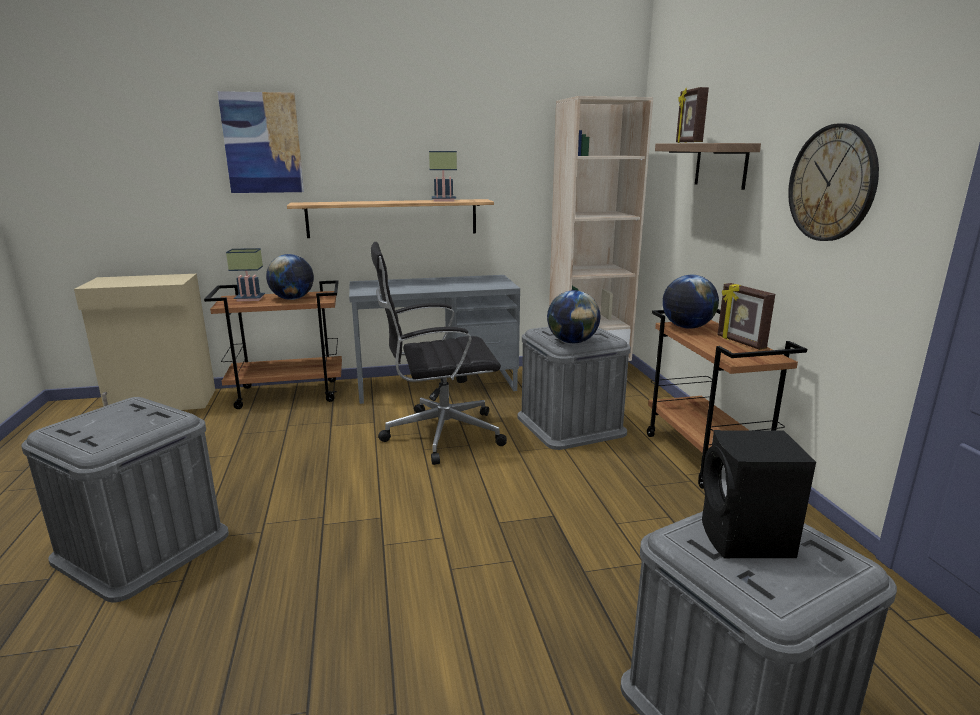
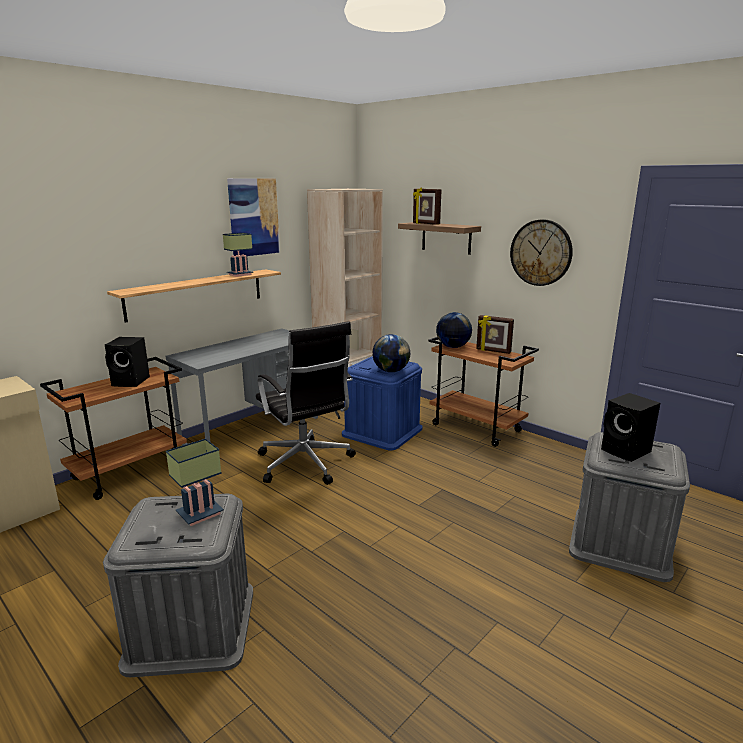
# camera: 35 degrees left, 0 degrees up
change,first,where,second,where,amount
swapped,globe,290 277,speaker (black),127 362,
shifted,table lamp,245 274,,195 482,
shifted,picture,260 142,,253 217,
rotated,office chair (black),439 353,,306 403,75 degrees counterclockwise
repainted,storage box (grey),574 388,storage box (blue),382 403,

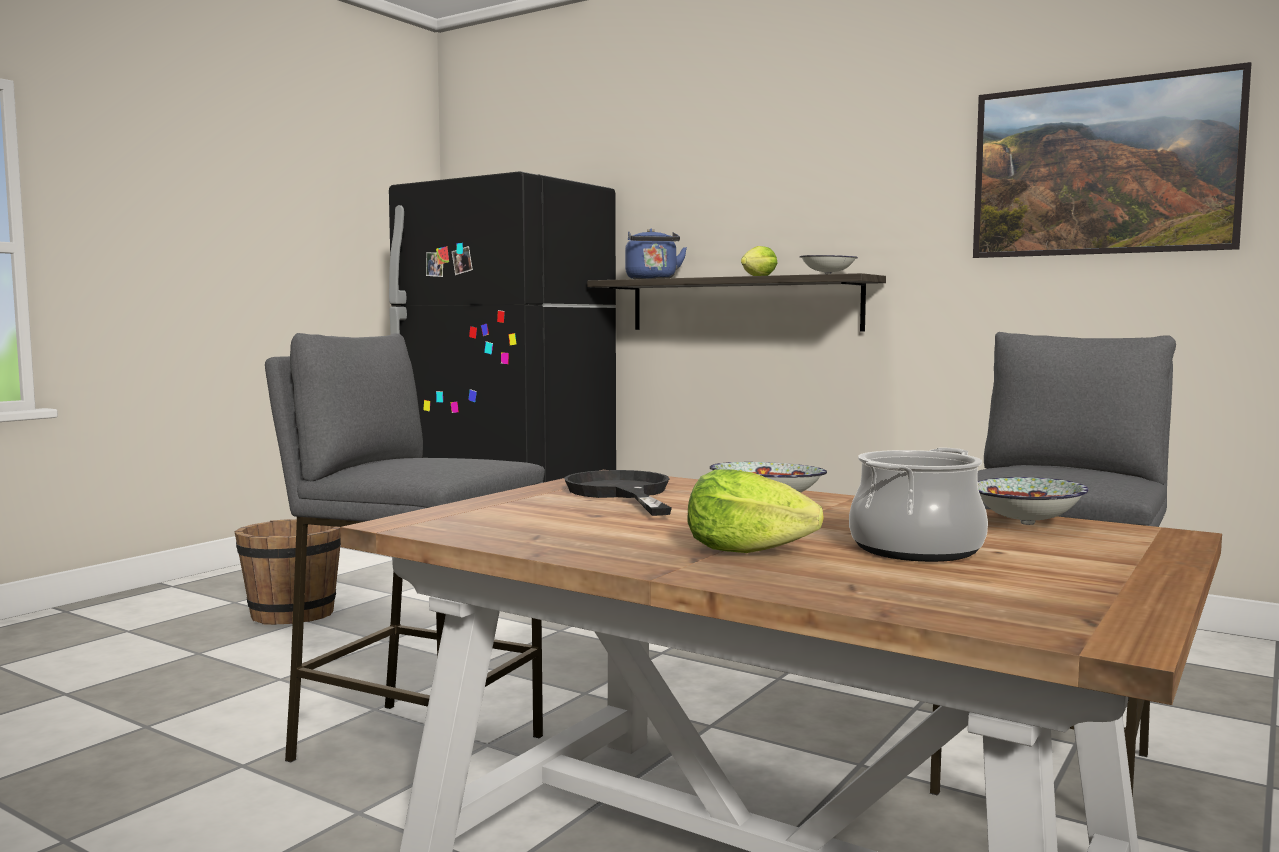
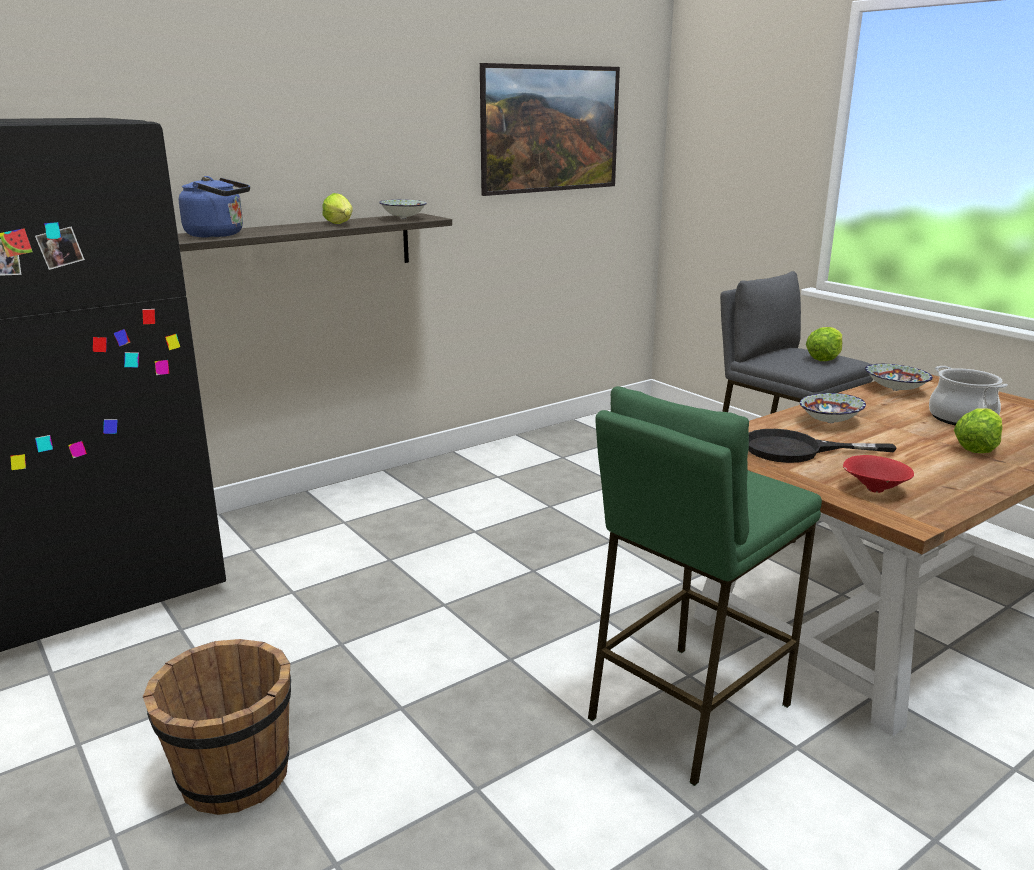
# camera: 70 degrees left, 15 degrees up
change,first,where,second,where,amount
repainted,stool (grey),405 547,stool (green),705 586,
new,,,lettuce,824 344,
new,,,bowl (red),878 474,

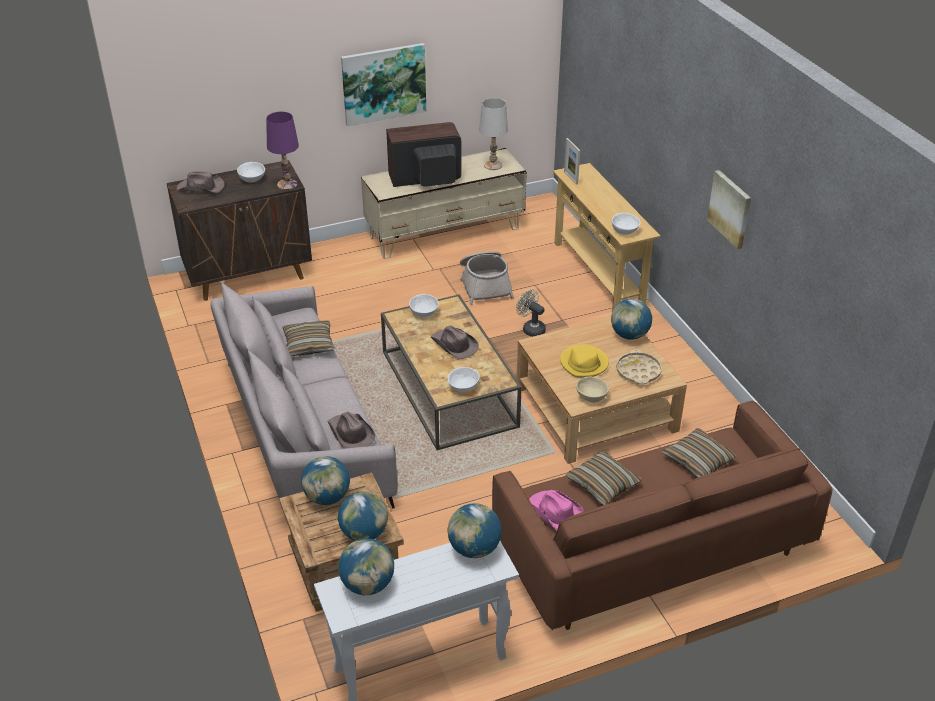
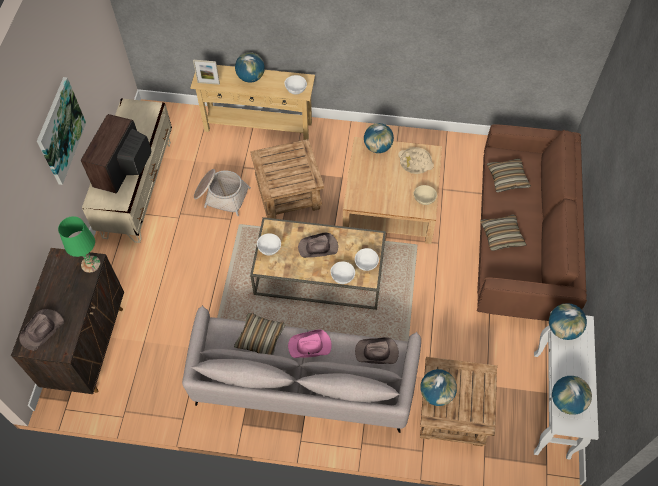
# camera: 60 degrees left, 20 degrees up
change,first,where,second,where,amount
repainted,table lamp (purple),282 151,table lamp (green),79 244,
shifted,globe,363 516,,250 67,
swapped,fan (beige),531 313,side table (brown),287 179,
shifted,hat (pink),556 510,,310 343,
shifted,bowl (white),251 172,,342 273,
gone,table lamp (white),493 134,,,
gone,hat (yellow),584 361,,,
gone,picture,729 209,,,

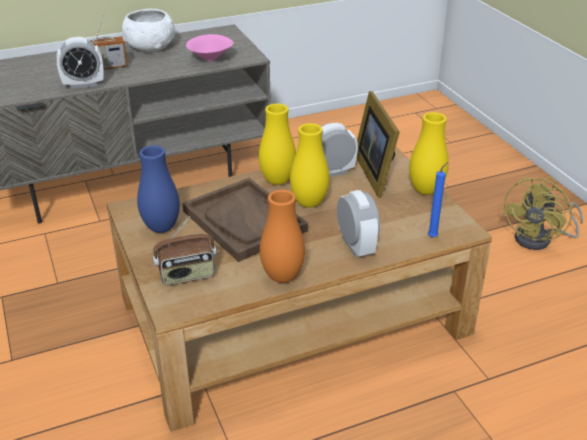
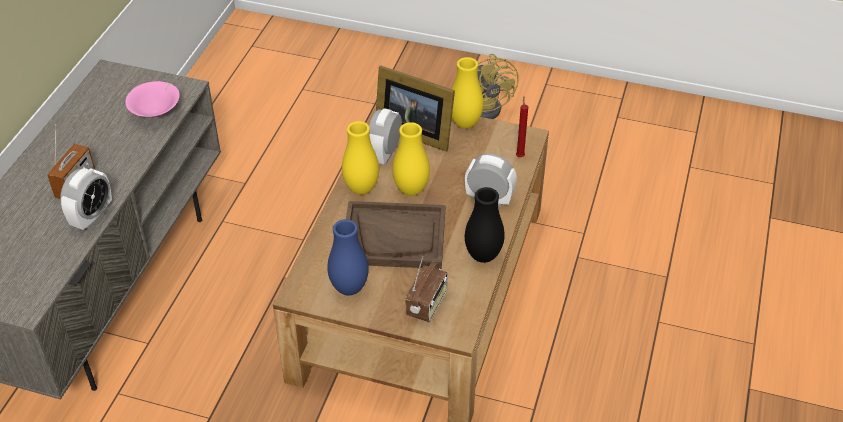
# camera: 50 degrees left, 10 degrees up
change,first,where,second,where,amount
repainted,vase (orange),282 236,vase (black),485 225,
repainted,candle (blue),438 199,candle (red),522 127,
gone,bowl (white),148 30,,,

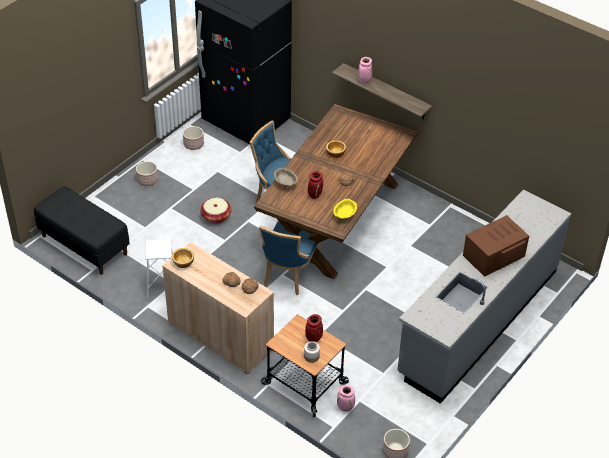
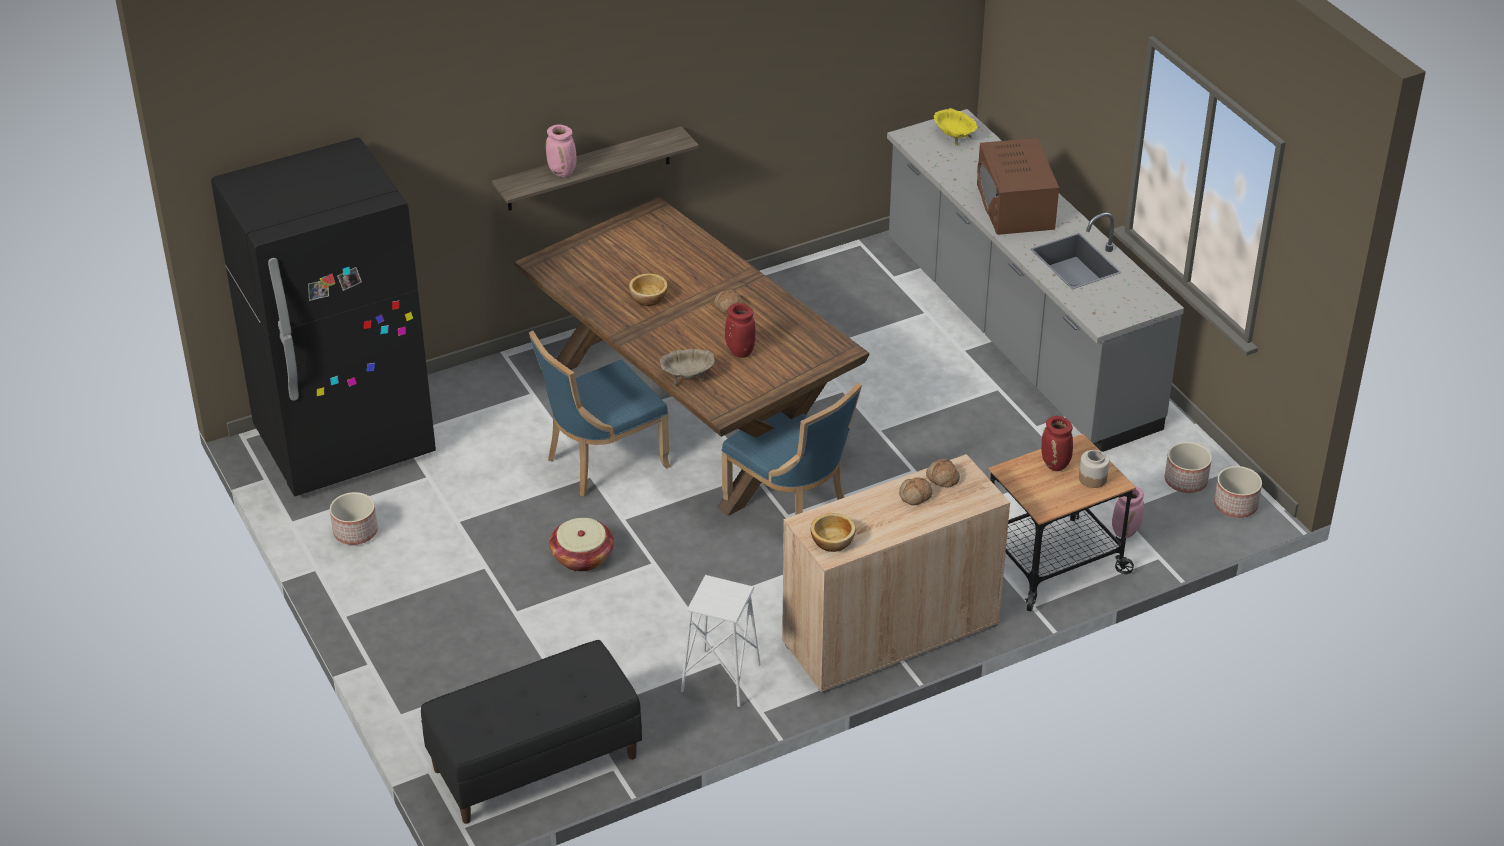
# camera: 65 degrees left, 5 degrees down
change,first,where,second,where,amount
shifted,bowl (yellow),345 210,,956 126,
shifted,planter,147 173,,1188 467,

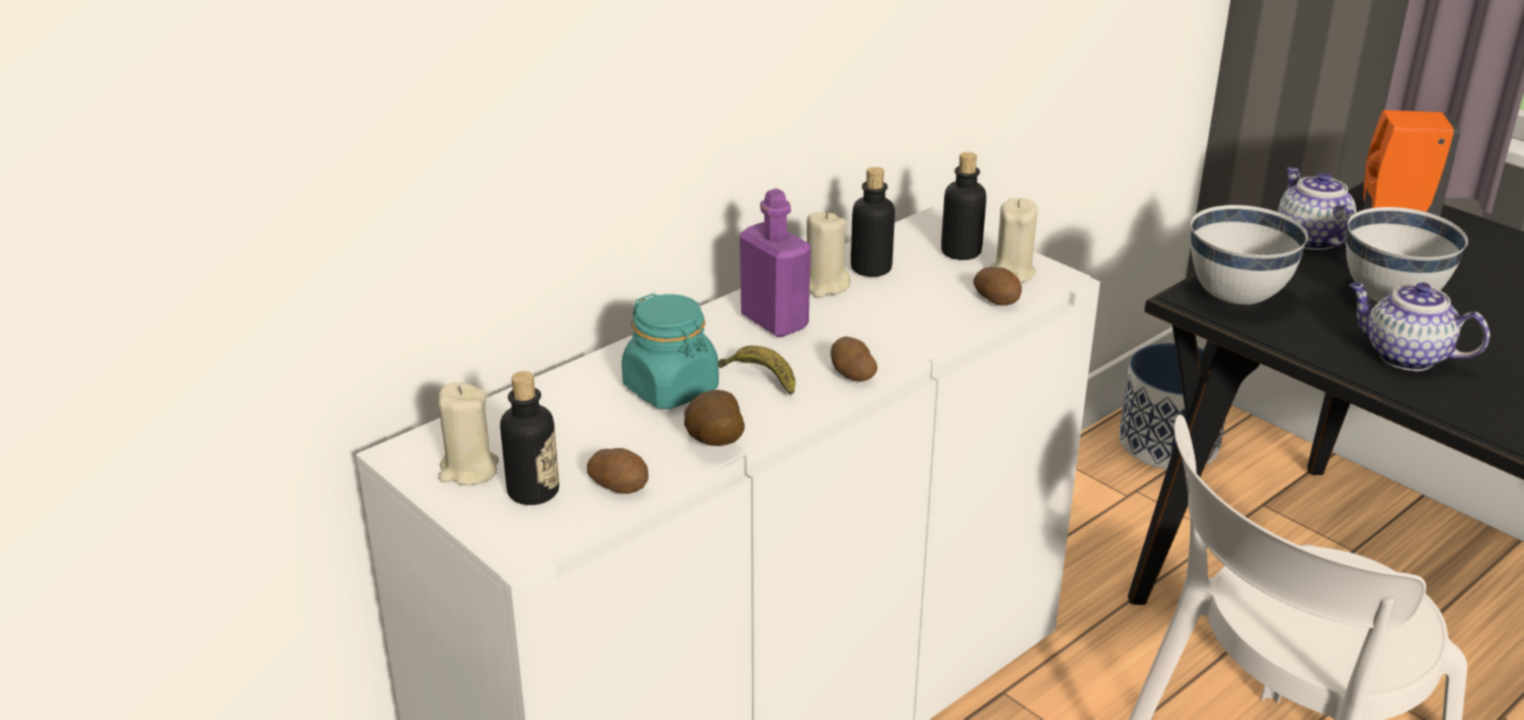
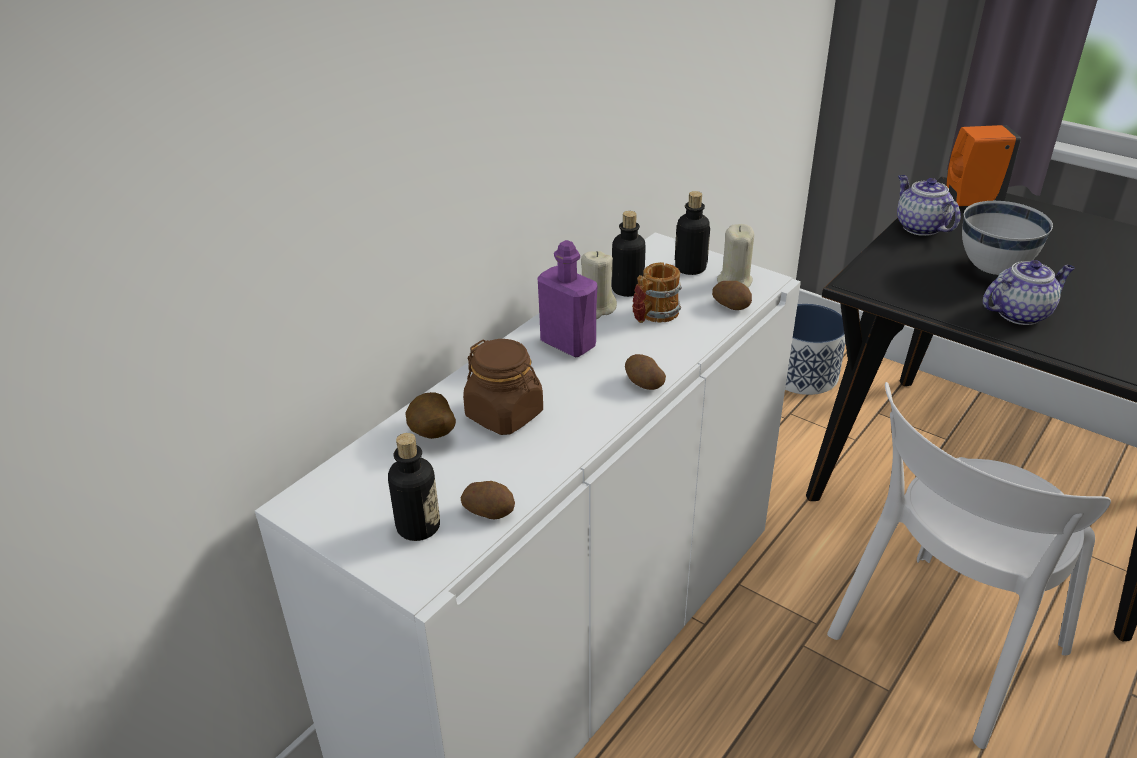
# camera: 10 degrees left, 5 degrees up
change,first,where,second,where,amount
shifted,potato,714 418,,430 415,
repainted,jar (turquoise),670 351,jar (brown),503 387,
new,,,mug,657 292,
rotated,teapot,1419 326,,1029 292,135 degrees clockwise
gone,candle (beige),468 434,,,
gone,banana,756 370,,,
gone,bowl (white),1249 255,,,

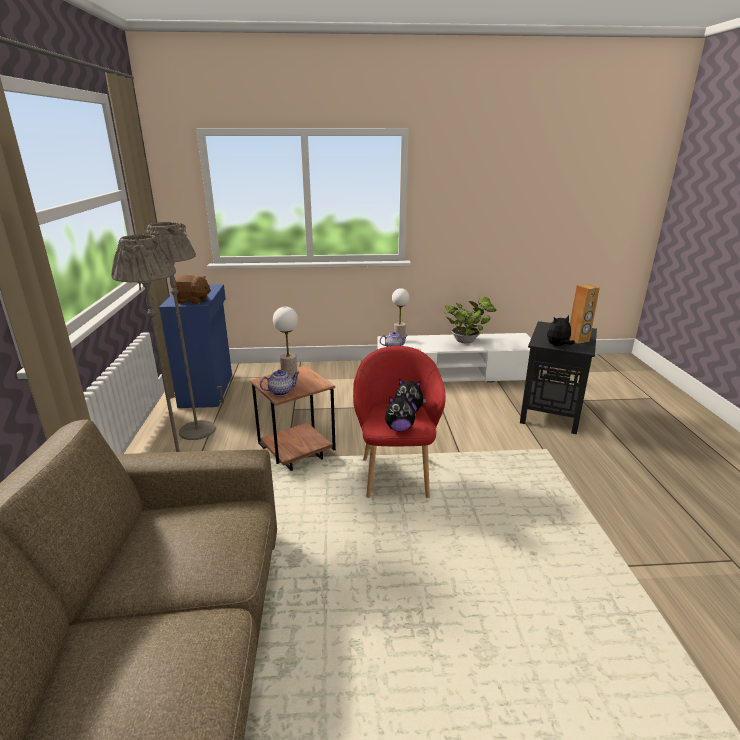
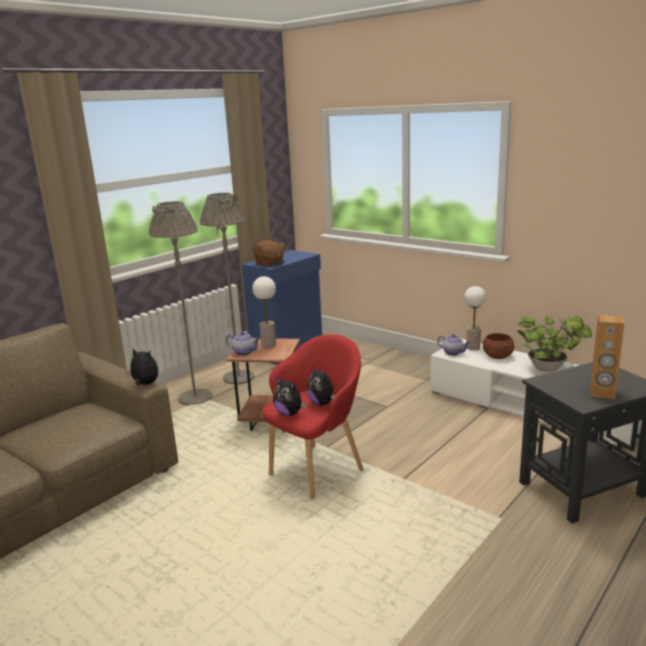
# camera: 45 degrees right, 5 degrees down
change,first,where,second,where,amount
shifted,plush toy,561 330,,141 366,
new,,,bowl (brown),499 346,

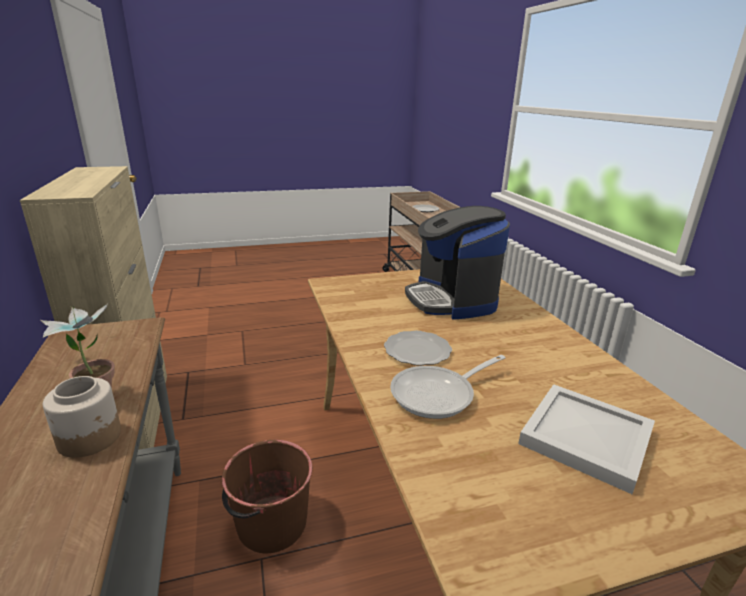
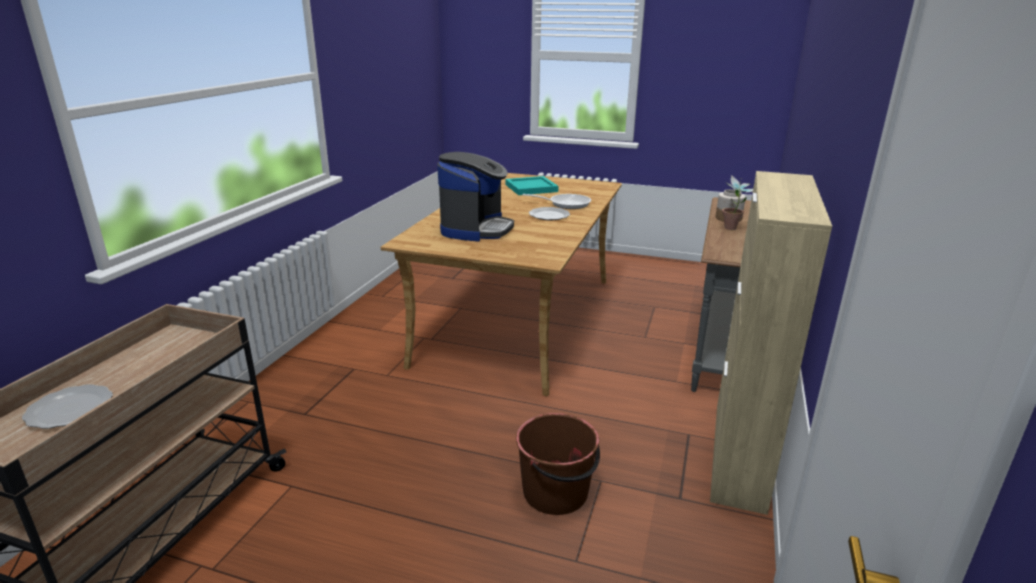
# camera: 145 degrees left, 0 degrees up
change,first,where,second,where,amount
repainted,tray (white),586 439,tray (turquoise),531 185,
shifted,bucket (brown),267 496,,558 464,

